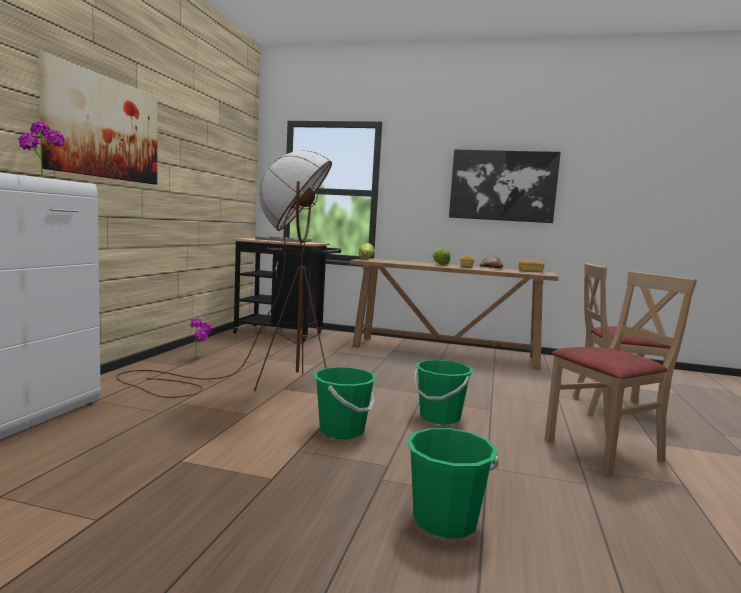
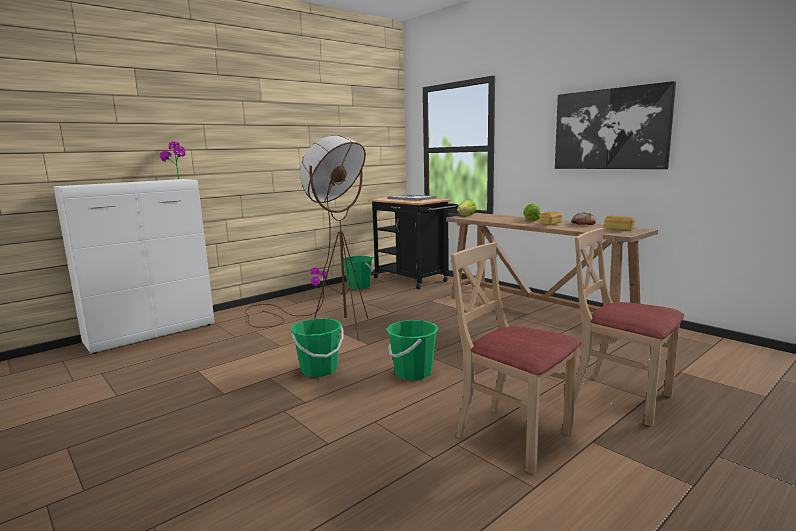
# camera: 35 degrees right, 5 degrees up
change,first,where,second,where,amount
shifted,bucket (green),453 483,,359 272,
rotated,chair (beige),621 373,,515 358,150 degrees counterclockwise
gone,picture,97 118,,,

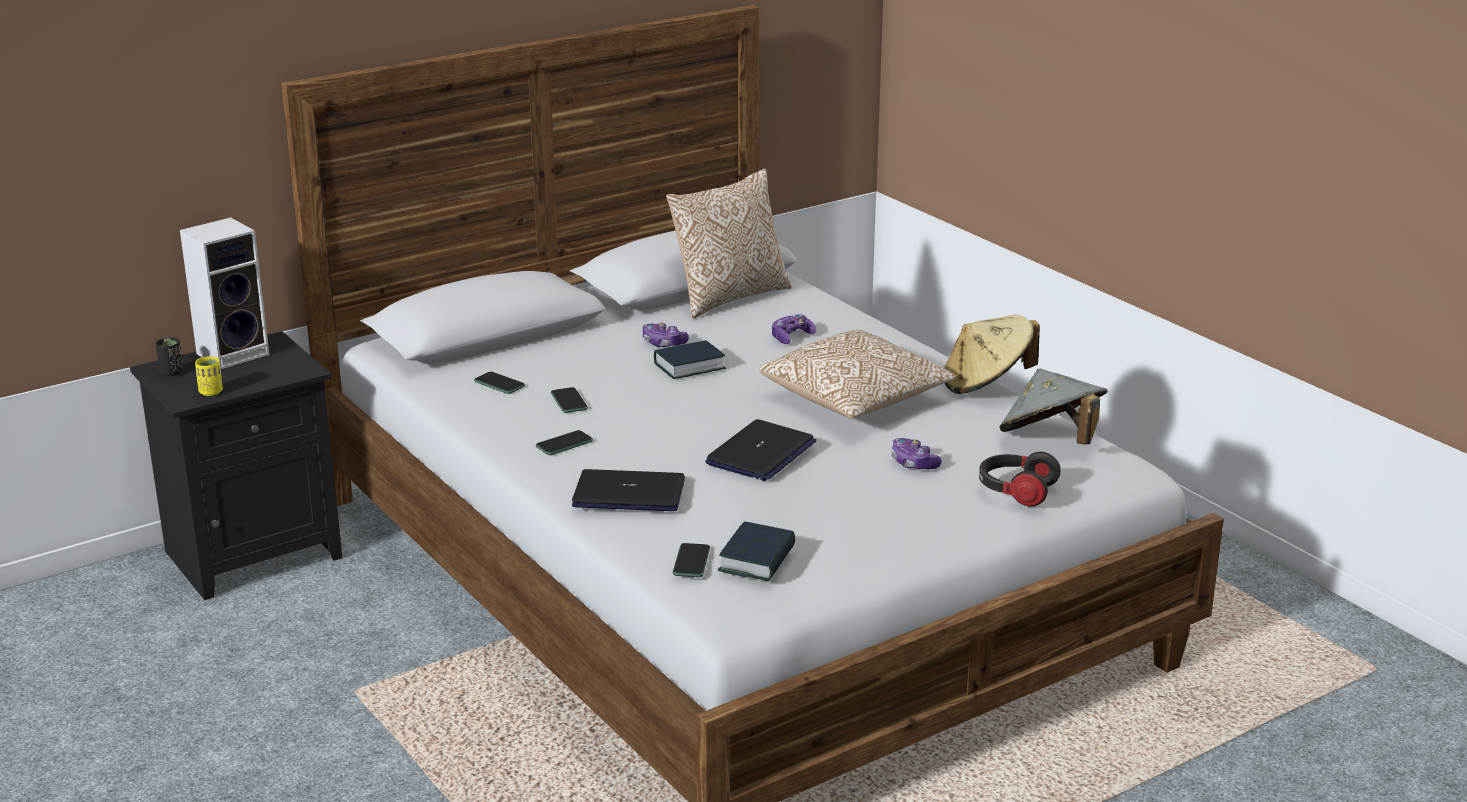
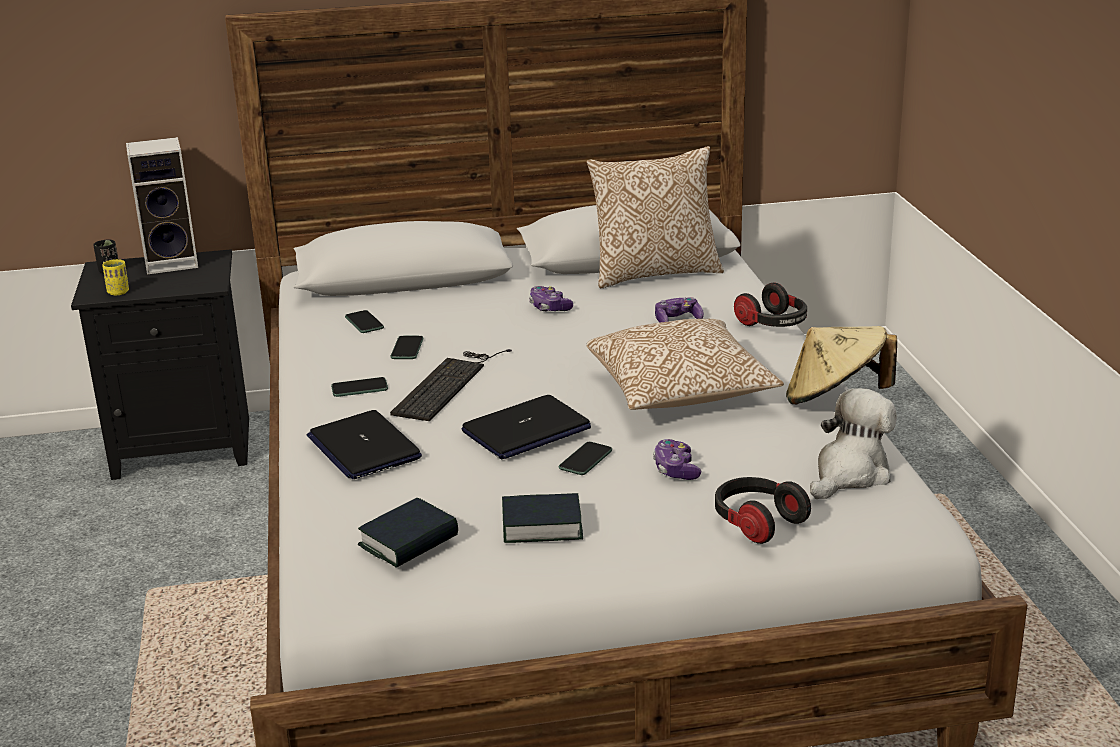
# camera: 25 degrees right, 0 degrees up
change,first,where,second,where,amount
rotated,laptop,628 490,,364 444,150 degrees counterclockwise
new,,,keyboard,451 385,
shifted,book,690 359,,542 518,
shifted,phone,691 560,,585 458,
new,,,headphones,770 304,
swapped,hat (grey),1053 406,plush toy,853 443,

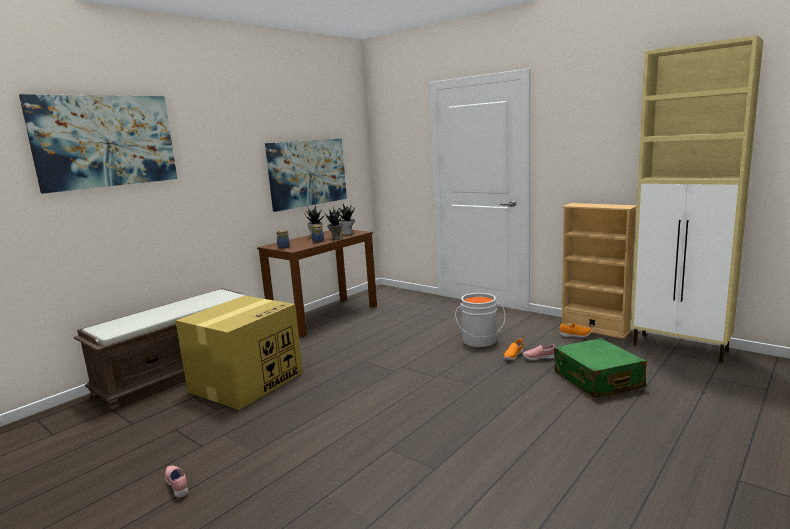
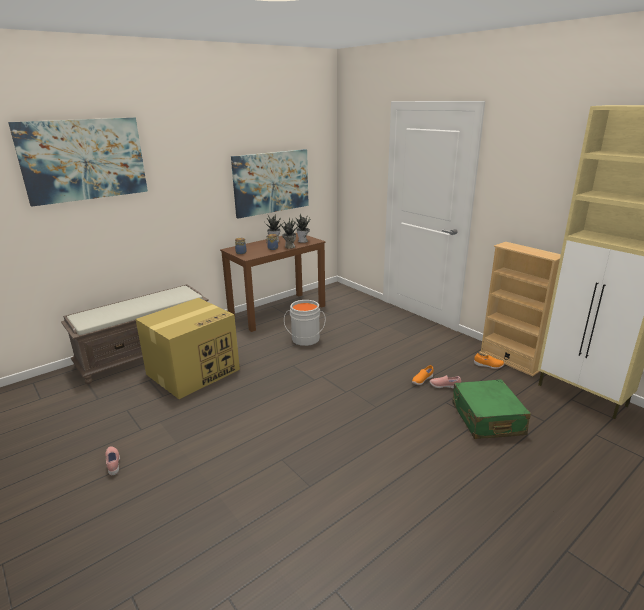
# camera: 10 degrees right, 10 degrees up
change,first,where,second,where,amount
shifted,bucket (grey),480 320,,305 323,

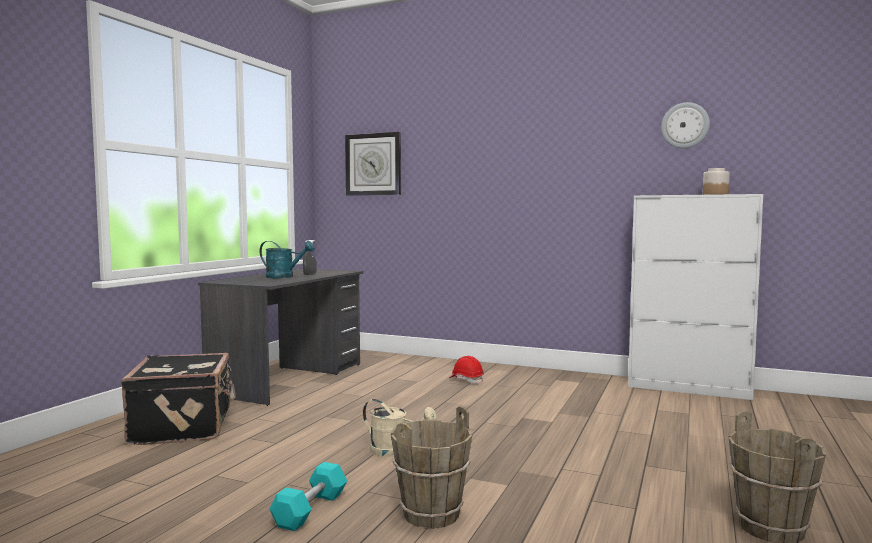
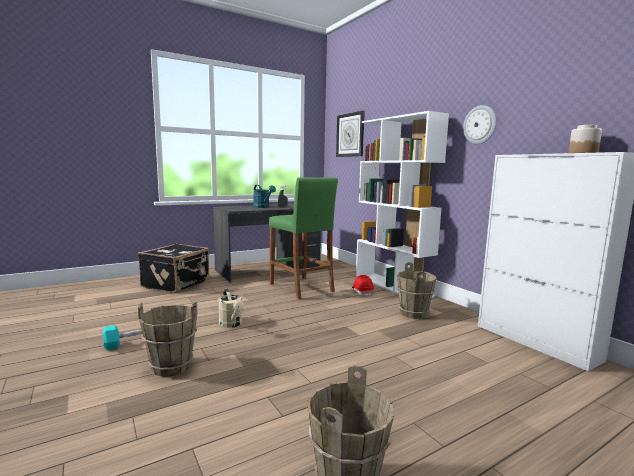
# camera: 35 degrees right, 5 degrees up
change,first,where,second,where,amount
new,,,stool (green),303 238,
new,,,bookcase (white),402 204,
new,,,bucket (brown),417 290,
shifted,wall clock,685 125,,480 124,

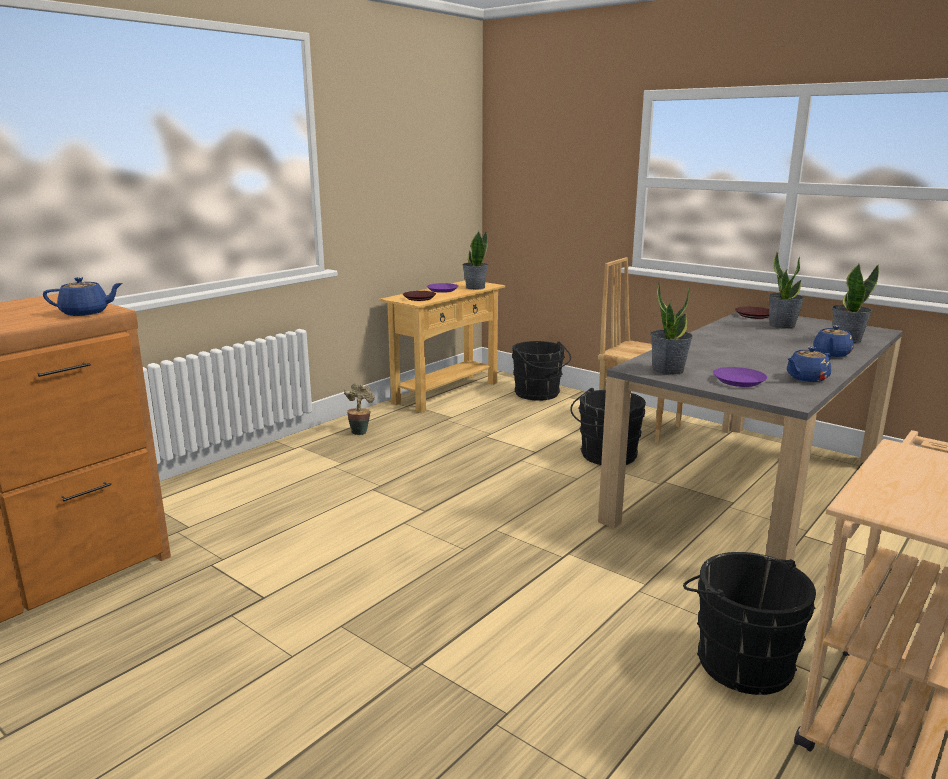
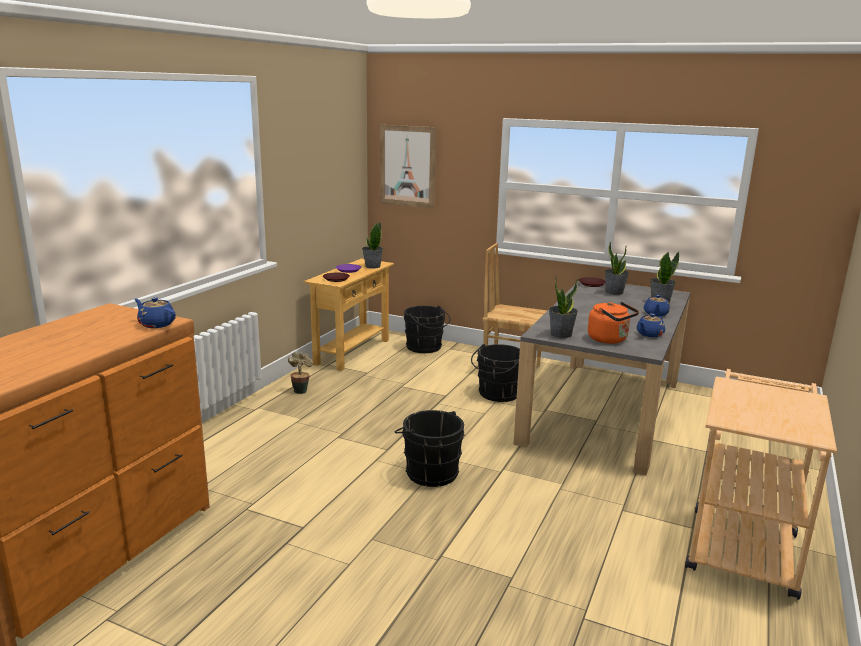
# camera: 15 degrees left, 0 degrees up
change,first,where,second,where,amount
rotated,teapot (blue),83 296,,155 312,120 degrees counterclockwise
new,,,picture,408 167,
shifted,bucket (black),749 623,,430 448,
swapped,plate (purple),740 377,kettle (orange),613 323,

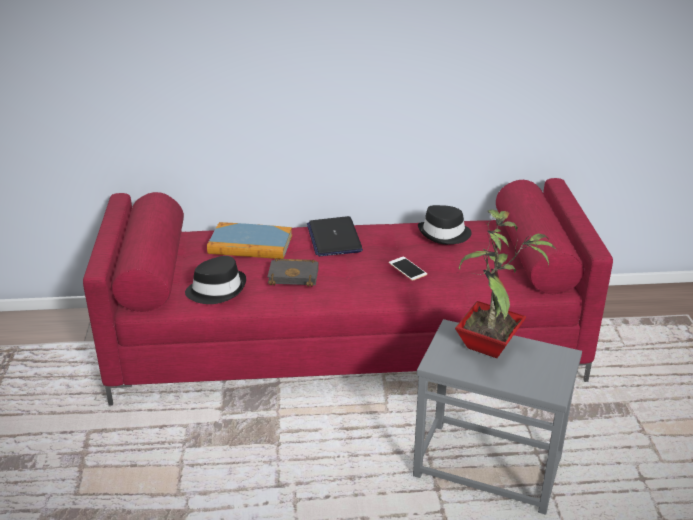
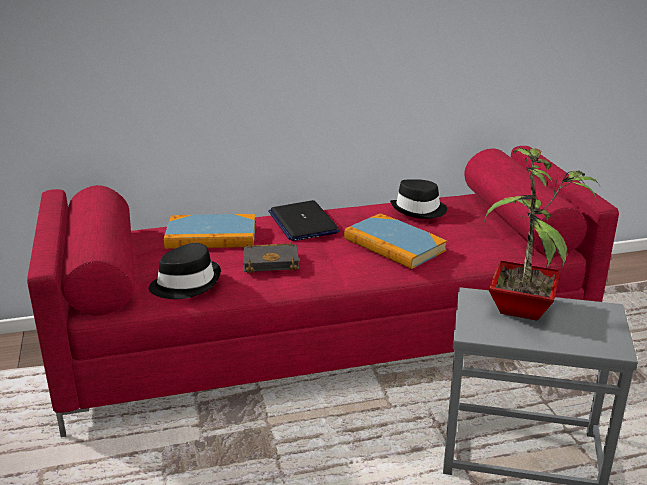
# camera: 10 degrees left, 5 degrees down
change,first,where,second,where,amount
swapped,phone,408 269,book,395 241,

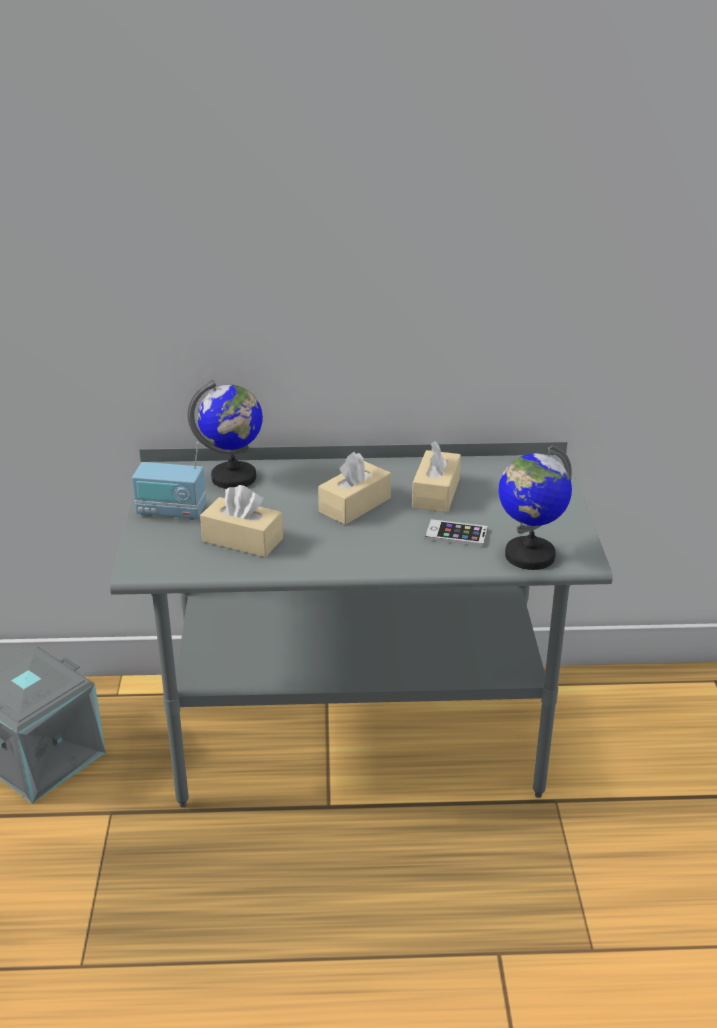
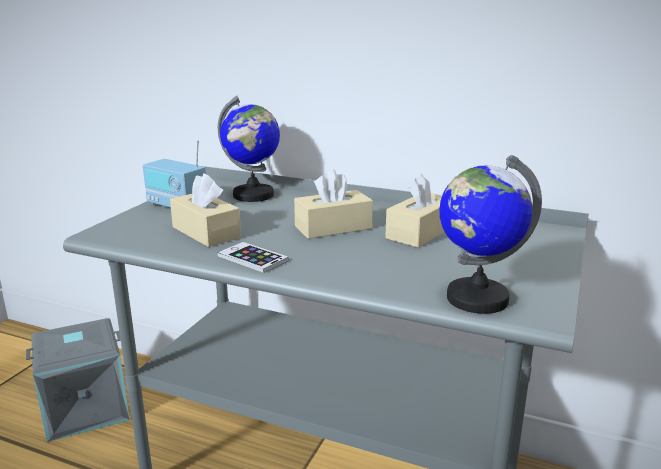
# camera: 25 degrees right, 10 degrees down
change,first,where,second,where,amount
shifted,phone,456 533,,253 257,

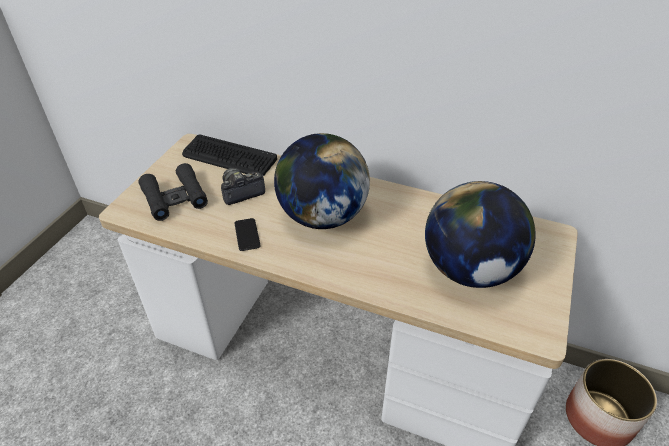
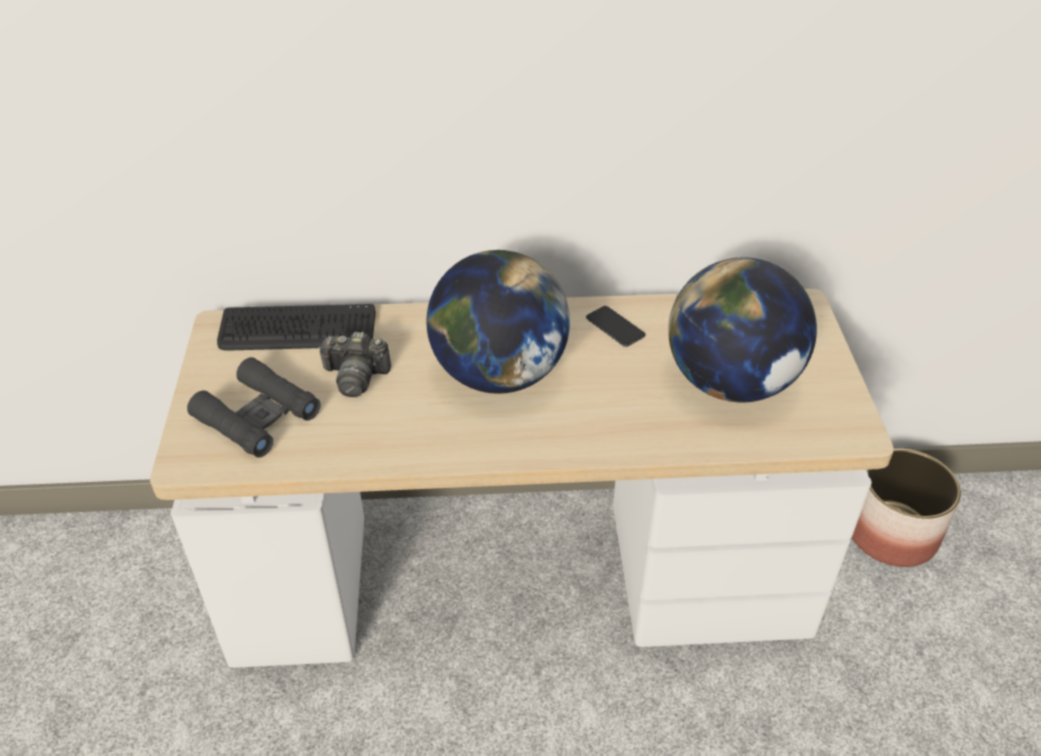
# camera: 25 degrees left, 0 degrees up
change,first,where,second,where,amount
rotated,photo camera,243 186,,354 364,120 degrees counterclockwise
shifted,phone,247 234,,615 326,

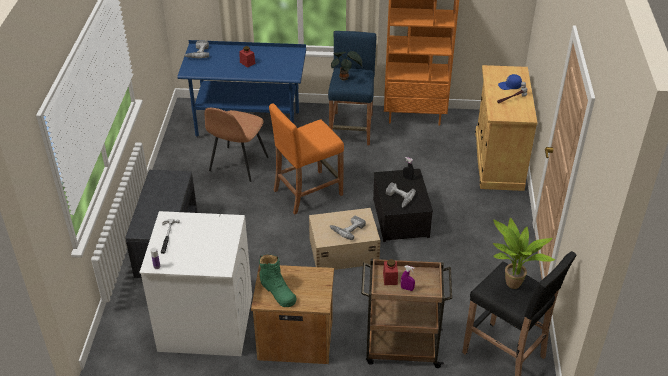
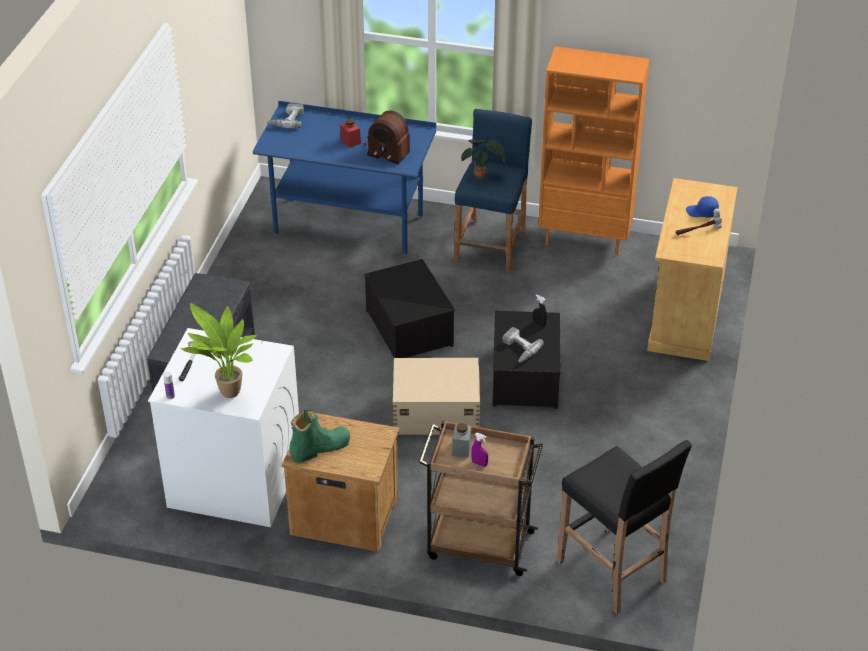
# camera: 10 degrees right, 0 degrees up
change,first,where,second,where,amount
shifted,potted plant,524 253,,219 350,
rotated,boot (green),277 280,,320 436,90 degrees counterclockwise
new,,,radio,387 137,
swapped,stool (orange),306 159,storage box,409 308,
repainted,jar (red),390 272,jar (grey),462 440,
gone,chair (brown),237 145,,,
gone,power drill,348 228,,,

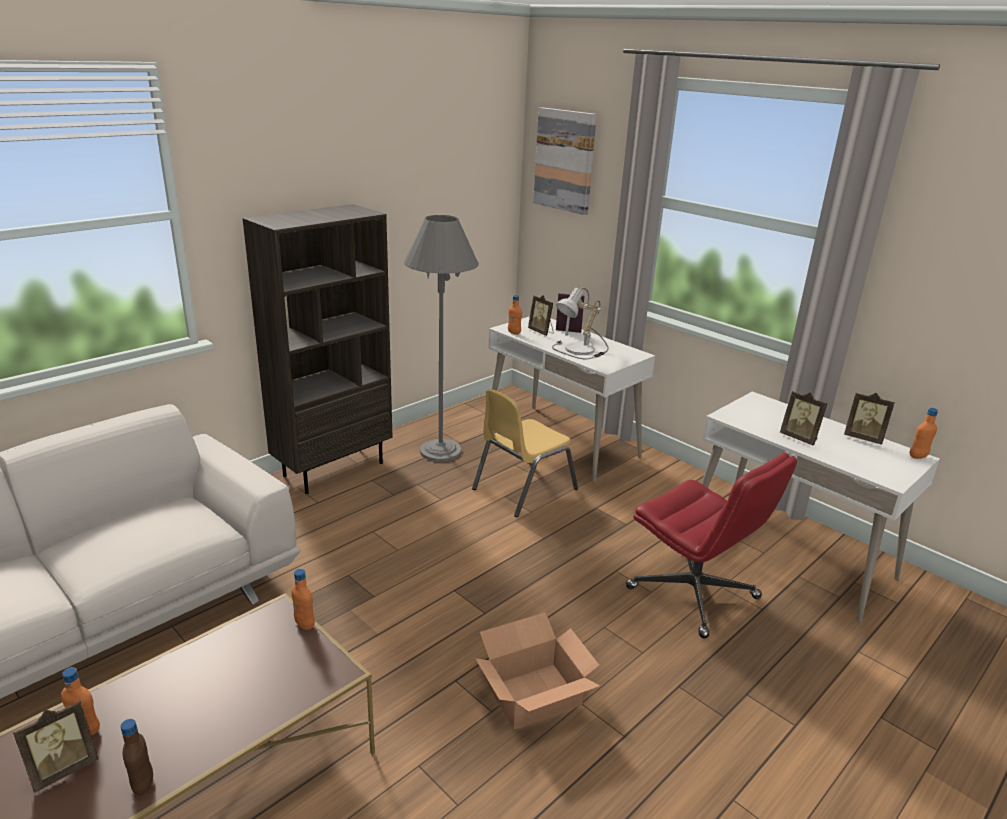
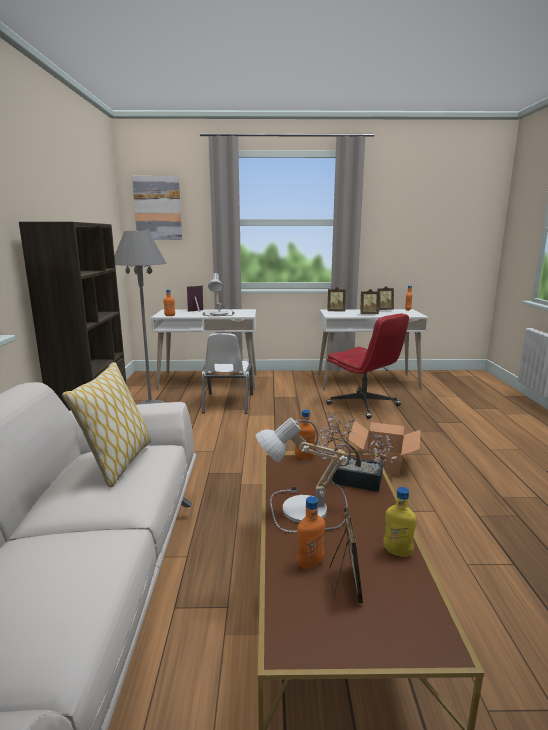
# camera: 45 degrees left, 10 degrees down
change,first,where,second,where,amount
new,,,pillow,106 425,
repainted,chair (yellow),525 453,chair (white),227 373,
new,,,table lamp,303 475,
new,,,potted plant,357 452,
rotated,office chair (red),711 545,,367 366,45 degrees clockwise
shifted,picture frame,541 315,,336 299,
repainted,bottle (brown),136 757,bottle (yellow),400 522,

